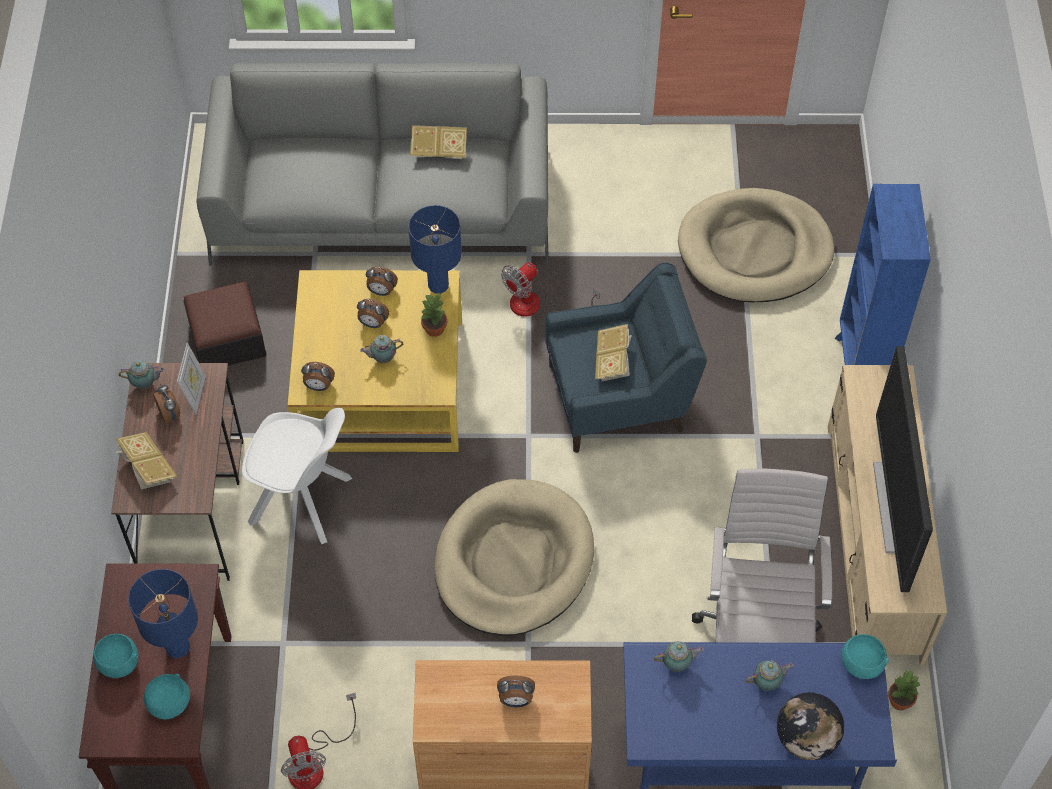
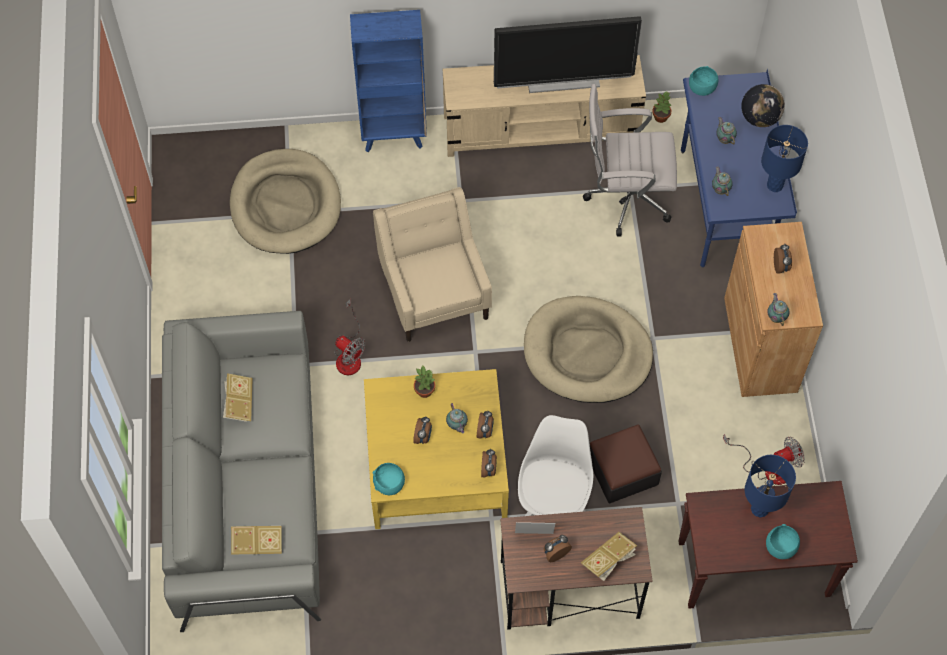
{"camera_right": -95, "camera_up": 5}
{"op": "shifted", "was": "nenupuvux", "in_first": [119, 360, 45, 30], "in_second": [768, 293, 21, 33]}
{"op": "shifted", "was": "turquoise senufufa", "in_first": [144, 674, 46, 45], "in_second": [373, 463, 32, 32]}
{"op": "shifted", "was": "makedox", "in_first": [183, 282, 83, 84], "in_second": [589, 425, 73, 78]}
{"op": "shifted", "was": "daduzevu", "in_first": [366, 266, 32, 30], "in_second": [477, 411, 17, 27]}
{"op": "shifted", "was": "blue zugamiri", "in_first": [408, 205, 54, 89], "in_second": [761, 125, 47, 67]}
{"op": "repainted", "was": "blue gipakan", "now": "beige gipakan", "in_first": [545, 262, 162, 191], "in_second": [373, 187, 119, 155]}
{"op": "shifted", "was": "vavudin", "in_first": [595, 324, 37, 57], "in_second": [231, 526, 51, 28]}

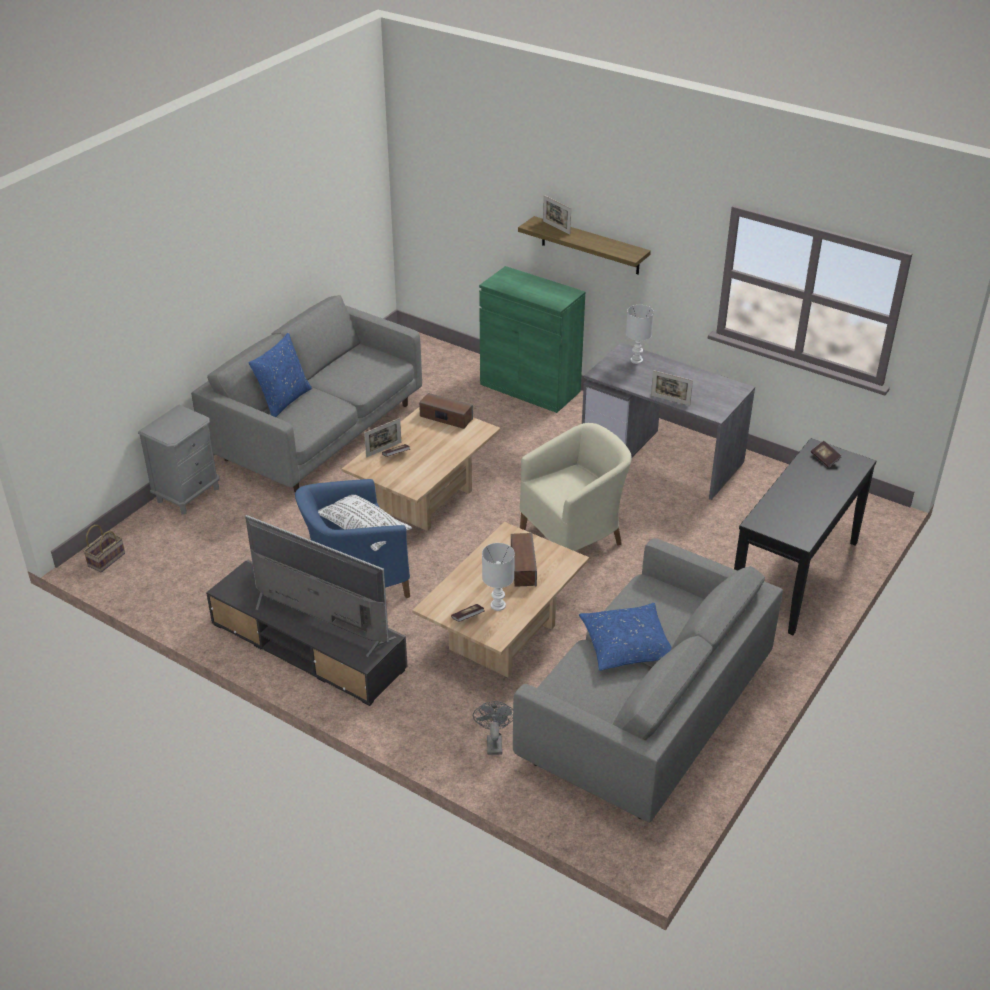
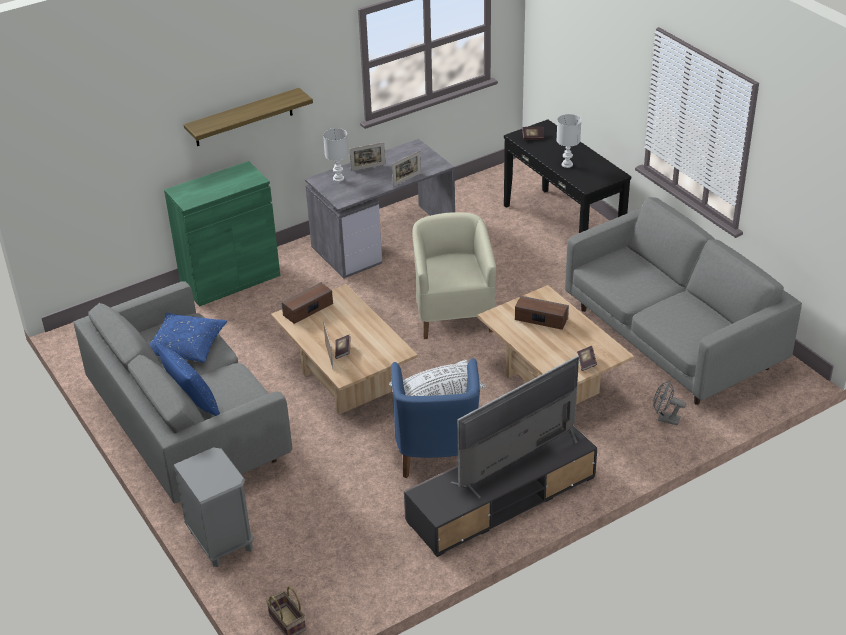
{"camera_right": -65, "camera_up": 0}
{"op": "shifted", "was": "white zugamiri", "in_first": [482, 543, 33, 68], "in_second": [556, 114, 25, 54]}
{"op": "shifted", "was": "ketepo", "in_first": [543, 195, 28, 39], "in_second": [350, 142, 35, 29]}
{"op": "shifted", "was": "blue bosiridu", "in_first": [579, 603, 93, 68], "in_second": [149, 313, 78, 49]}

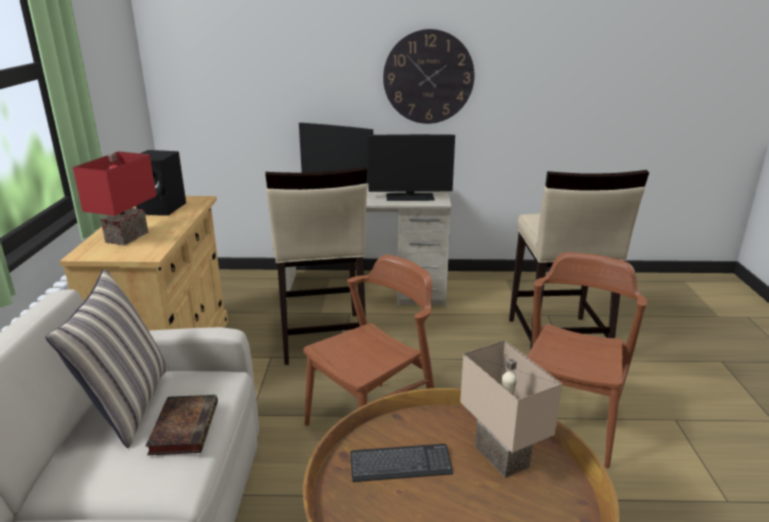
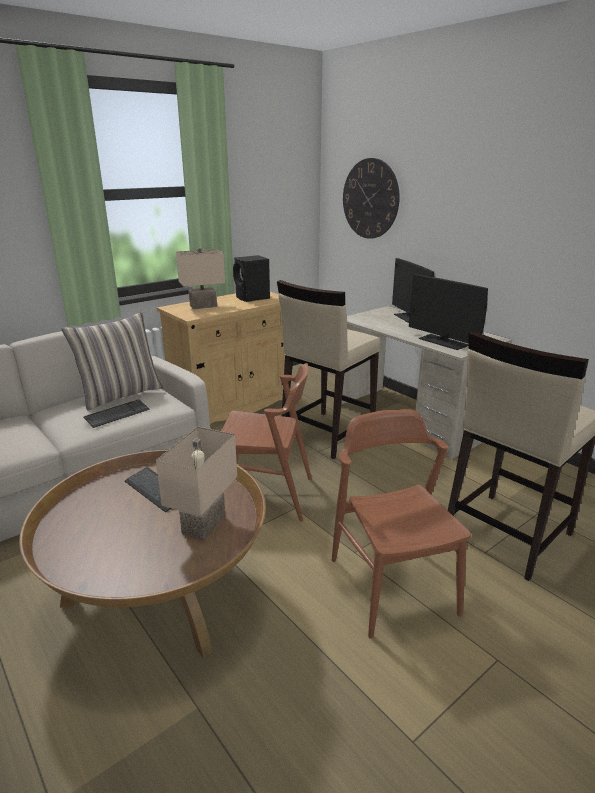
{"camera_right": 50, "camera_up": 0}
{"op": "repainted", "was": "red zugamiri", "now": "beige zugamiri", "in_first": [73, 151, 83, 95], "in_second": [176, 248, 49, 61]}
{"op": "swapped", "was": "vavudin", "now": "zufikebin", "in_first": [145, 395, 73, 60], "in_second": [84, 399, 65, 29]}
{"op": "shifted", "was": "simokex", "in_first": [383, 29, 92, 95], "in_second": [343, 158, 57, 81]}
{"op": "rotated", "was": "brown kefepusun", "in_first": [527, 252, 120, 216], "in_second": [332, 409, 139, 230], "clockwise": -90}

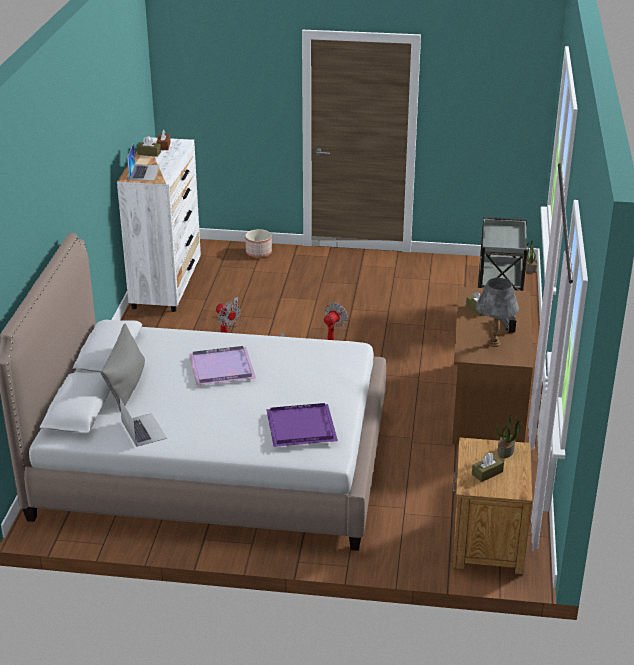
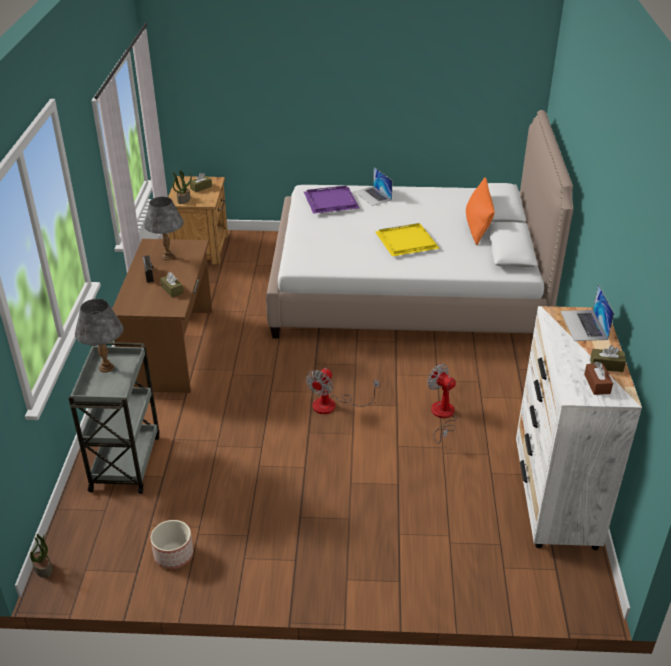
{"camera_right": 175, "camera_up": 5}
{"op": "repainted", "was": "grey bosiridu", "now": "orange bosiridu", "in_first": [101, 324, 44, 87], "in_second": [466, 177, 29, 68]}
{"op": "shifted", "was": "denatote", "in_first": [119, 397, 48, 50], "in_second": [354, 167, 39, 39]}
{"op": "repainted", "was": "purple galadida", "now": "yellow galadida", "in_first": [189, 346, 67, 39], "in_second": [375, 223, 64, 33]}
{"op": "shifted", "was": "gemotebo", "in_first": [245, 229, 27, 29], "in_second": [150, 520, 43, 49]}
{"op": "new", "now": "grey zugamiri", "in_second": [75, 299, 49, 73]}

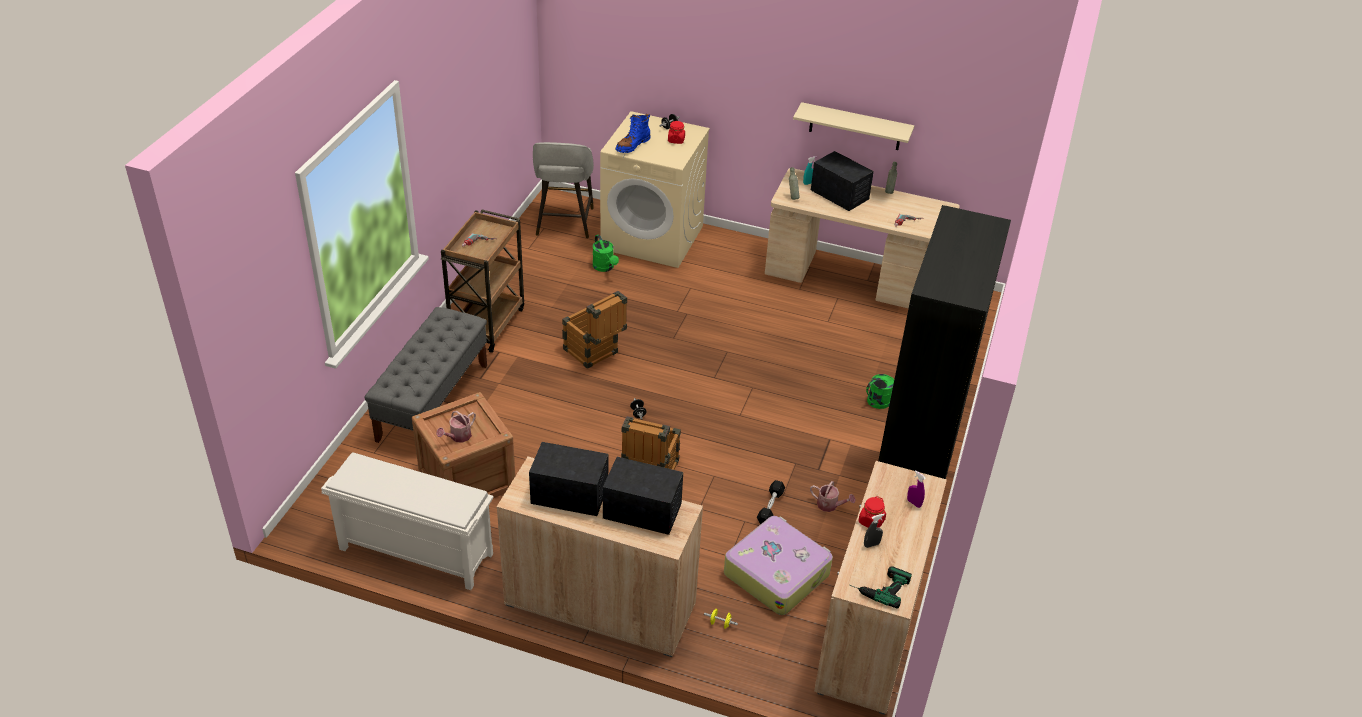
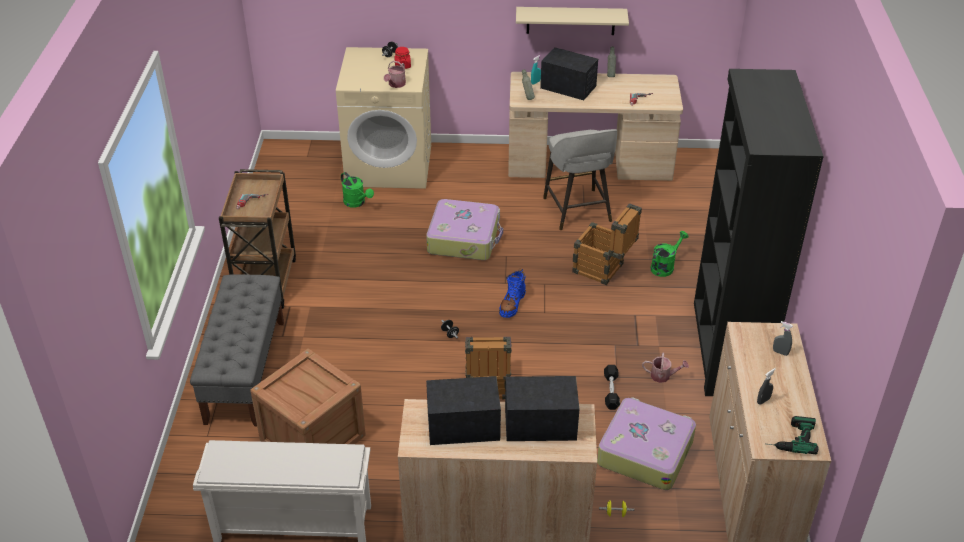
{"camera_right": -15, "camera_up": 0}
{"op": "shifted", "was": "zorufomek", "in_first": [436, 411, 40, 32], "in_second": [384, 61, 22, 27]}
{"op": "shifted", "was": "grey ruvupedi", "in_first": [533, 142, 61, 96], "in_second": [543, 129, 74, 101]}
{"op": "shifted", "was": "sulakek", "in_first": [562, 291, 65, 78], "in_second": [572, 203, 70, 82]}
{"op": "shifted", "was": "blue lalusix", "in_first": [615, 114, 35, 39], "in_second": [499, 269, 27, 49]}
{"op": "gone", "was": "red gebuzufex", "in_first": [858, 496, 28, 32]}
{"op": "repainted", "was": "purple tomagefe", "now": "grey tomagefe", "in_first": [907, 470, 19, 38], "in_second": [773, 321, 20, 35]}
{"op": "new", "now": "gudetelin", "in_second": [426, 199, 77, 61]}

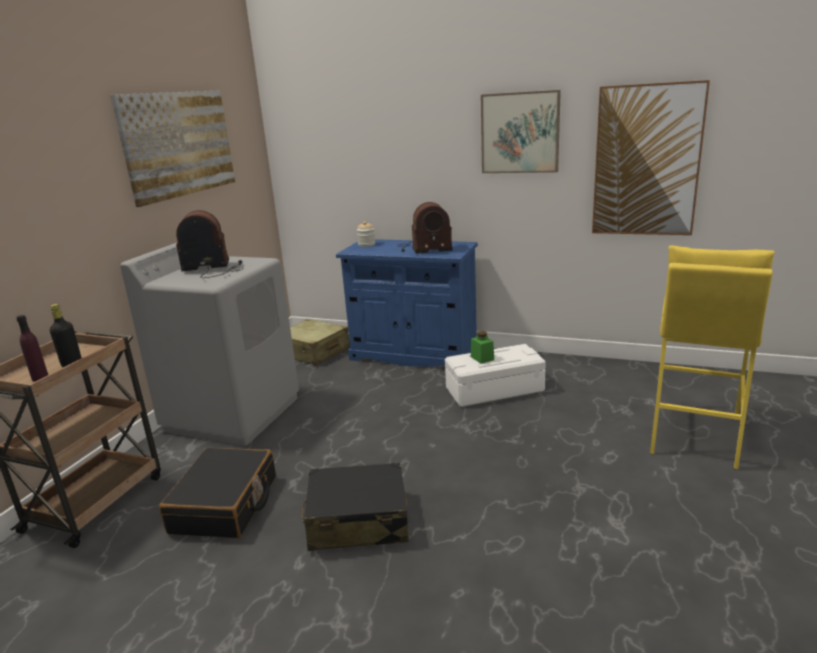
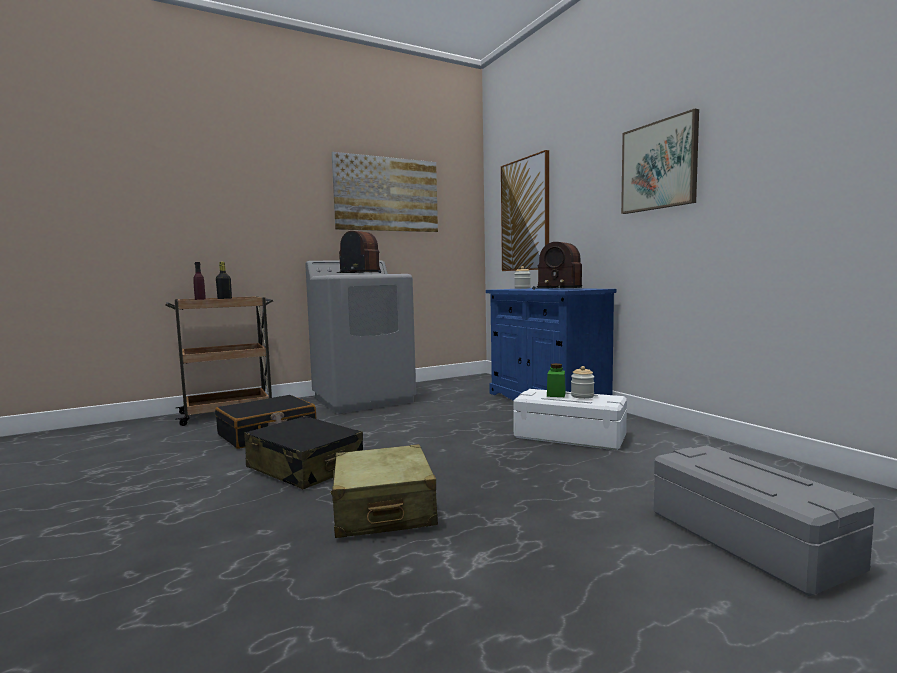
{"camera_right": 40, "camera_up": -15}
{"op": "shifted", "was": "beige gudetelin", "in_first": [290, 319, 60, 47], "in_second": [331, 444, 107, 94]}
{"op": "shifted", "was": "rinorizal", "in_first": [592, 80, 118, 155], "in_second": [501, 150, 48, 121]}
{"op": "swapped", "was": "yellow ruvupedi", "now": "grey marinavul", "in_first": [650, 245, 125, 225], "in_second": [654, 445, 221, 151]}
{"op": "new", "now": "gebuzufex", "in_second": [571, 366, 24, 33]}

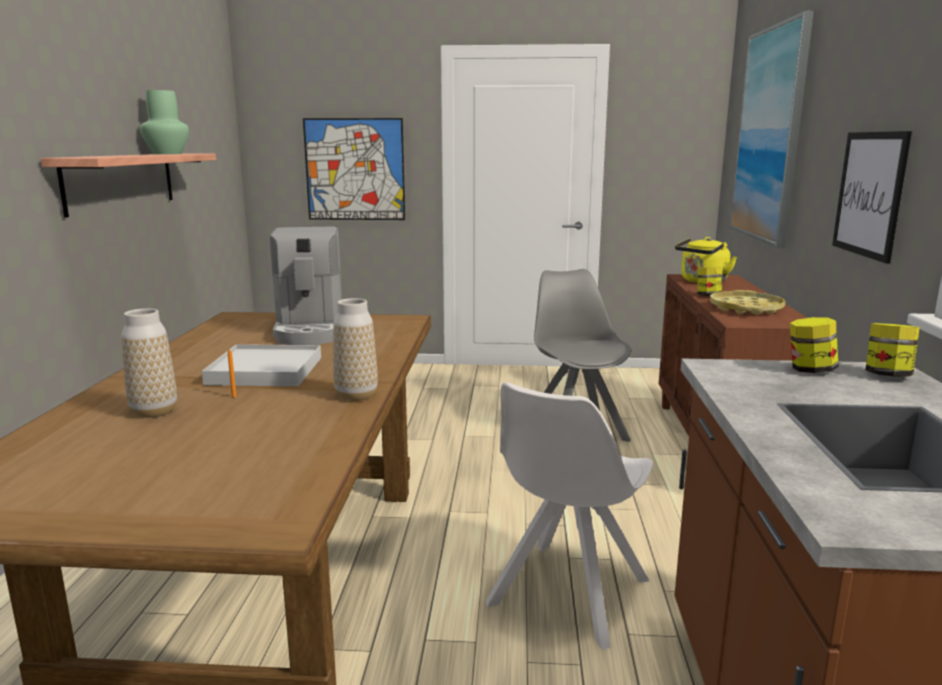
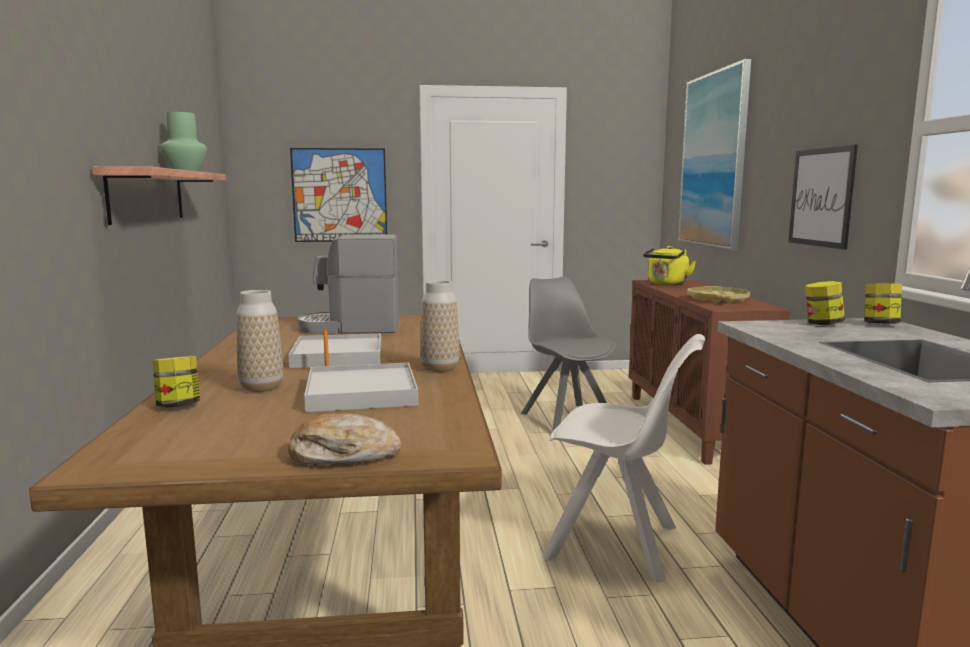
{"camera_right": -10, "camera_up": -5}
{"op": "rotated", "was": "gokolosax", "in_first": [270, 226, 72, 119], "in_second": [298, 235, 101, 99], "clockwise": 105}
{"op": "rotated", "was": "white kefepusun", "in_first": [486, 382, 167, 268], "in_second": [542, 334, 163, 249], "clockwise": -90}
{"op": "shifted", "was": "gebuzufex", "in_first": [697, 267, 25, 29], "in_second": [152, 356, 48, 51]}
{"op": "new", "now": "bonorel", "in_second": [288, 413, 113, 52]}
{"op": "new", "now": "white galadida", "in_second": [304, 362, 114, 50]}

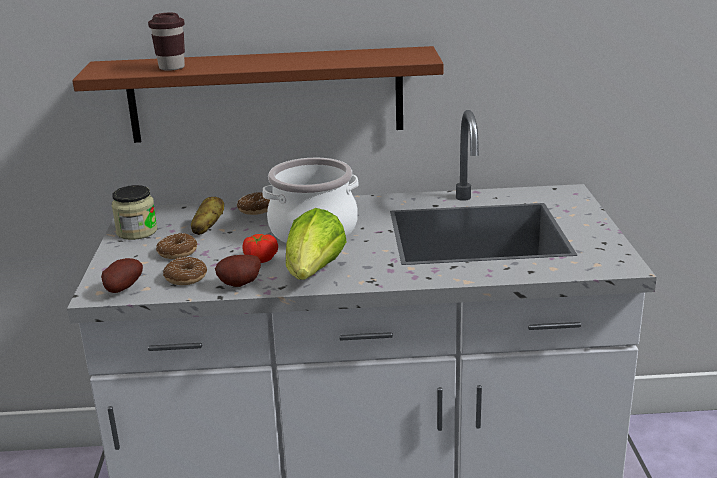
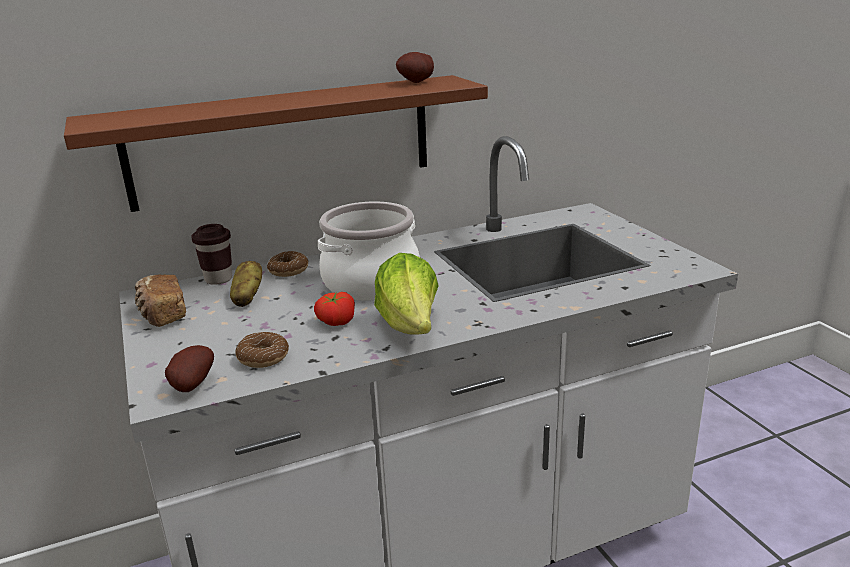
{"camera_right": -20, "camera_up": 0}
{"op": "swapped", "was": "gebuzufex", "now": "bonorel", "in_first": [112, 185, 45, 55], "in_second": [135, 274, 51, 53]}
{"op": "shifted", "was": "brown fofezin", "in_first": [148, 13, 37, 58], "in_second": [191, 224, 41, 61]}
{"op": "gone", "was": "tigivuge", "in_first": [156, 233, 41, 26]}
{"op": "shifted", "was": "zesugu", "in_first": [215, 255, 46, 32], "in_second": [396, 52, 38, 31]}

